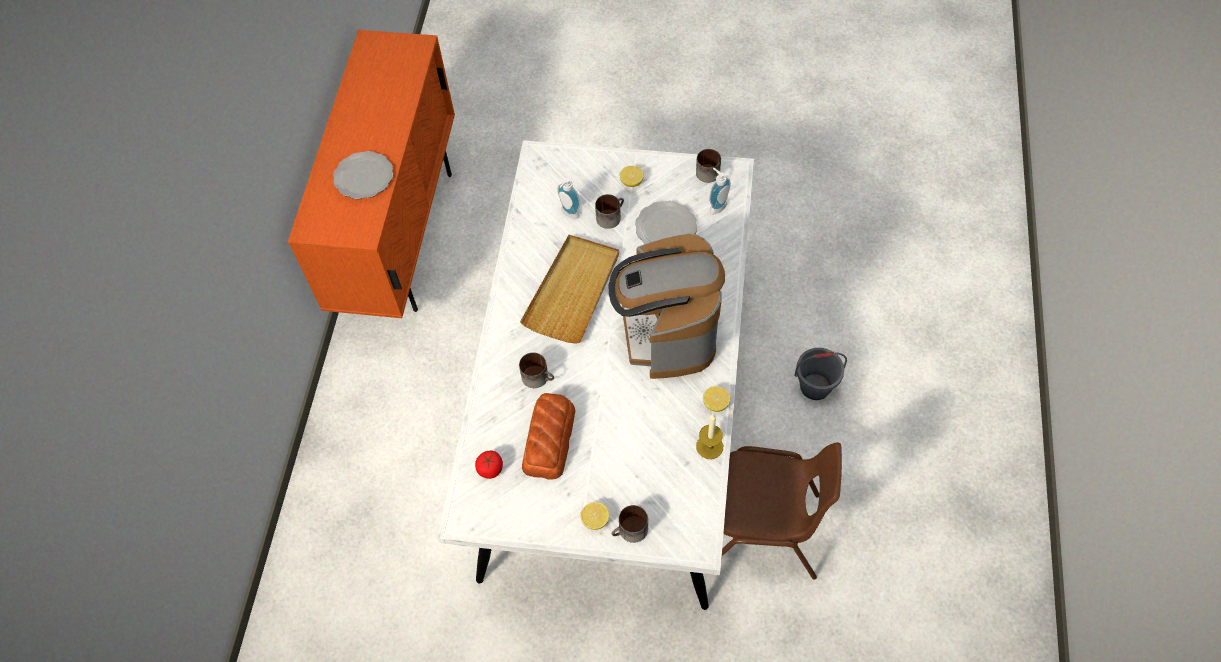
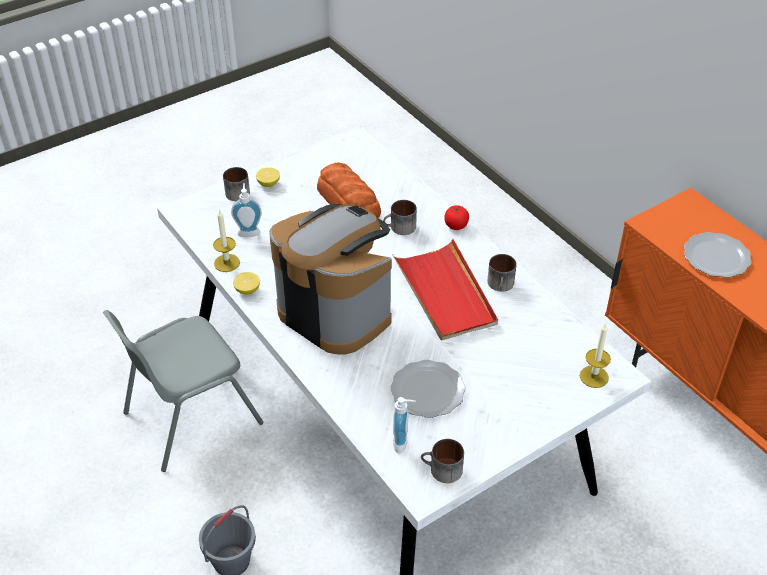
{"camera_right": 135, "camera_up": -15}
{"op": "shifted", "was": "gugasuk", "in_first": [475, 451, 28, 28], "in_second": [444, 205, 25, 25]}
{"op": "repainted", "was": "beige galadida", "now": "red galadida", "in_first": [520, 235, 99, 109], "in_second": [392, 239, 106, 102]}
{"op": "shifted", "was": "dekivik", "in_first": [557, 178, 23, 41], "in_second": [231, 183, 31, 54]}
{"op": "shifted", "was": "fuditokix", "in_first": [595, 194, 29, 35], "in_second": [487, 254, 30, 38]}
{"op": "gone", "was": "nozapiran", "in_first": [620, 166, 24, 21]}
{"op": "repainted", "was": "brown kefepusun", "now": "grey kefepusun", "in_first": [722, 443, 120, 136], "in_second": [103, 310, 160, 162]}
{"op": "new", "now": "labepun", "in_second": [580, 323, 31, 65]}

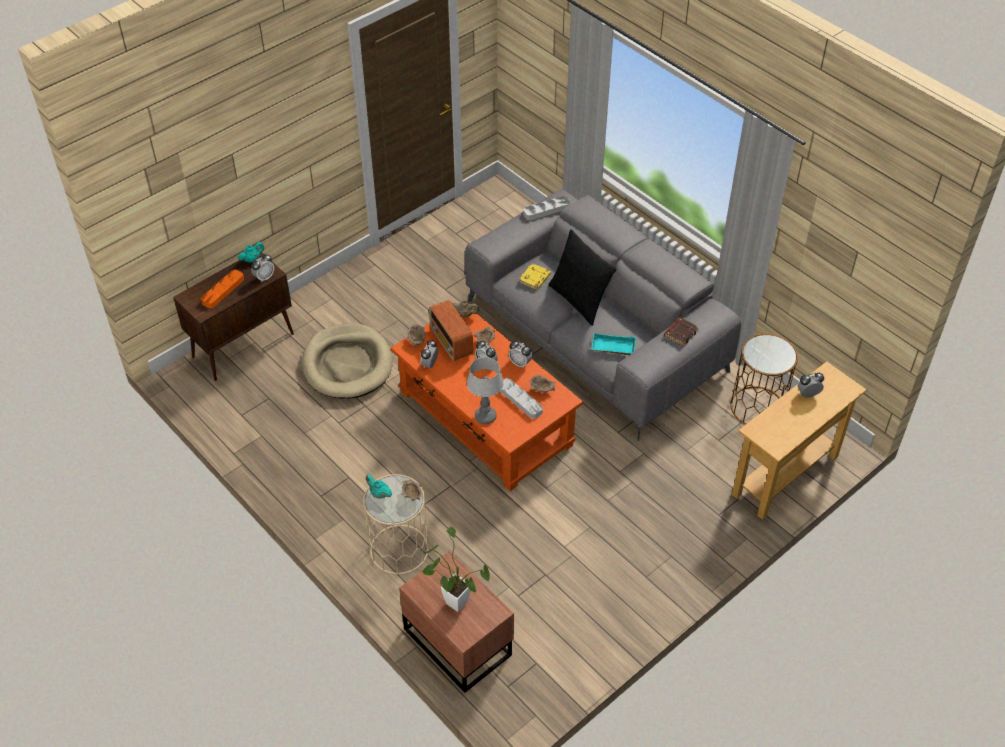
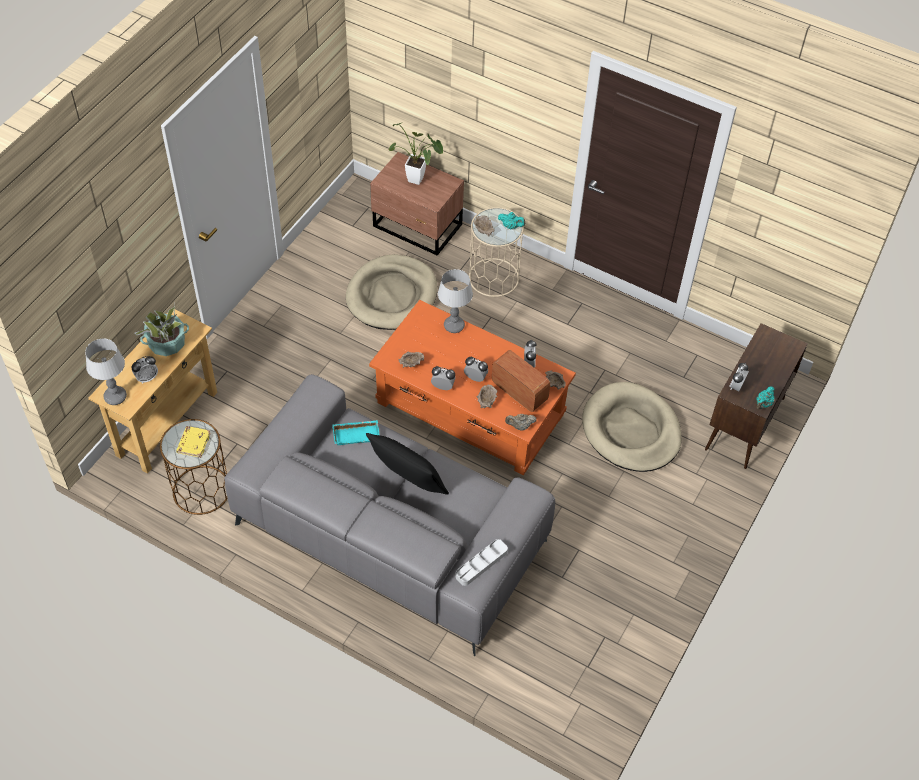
{"camera_right": 160, "camera_up": 5}
{"op": "gone", "was": "orange galadida", "in_first": [201, 270, 43, 39]}
{"op": "gone", "was": "grey galadida", "in_first": [500, 378, 43, 41]}
{"op": "shifted", "was": "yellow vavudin", "in_first": [519, 263, 32, 27], "in_second": [176, 426, 35, 32]}
{"op": "gone", "was": "brown vavudin", "in_first": [664, 317, 35, 30]}
{"op": "new", "now": "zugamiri", "in_second": [85, 338, 42, 67]}
{"op": "new", "now": "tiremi", "in_second": [135, 307, 54, 49]}
{"op": "new", "now": "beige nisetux", "in_second": [346, 254, 91, 76]}

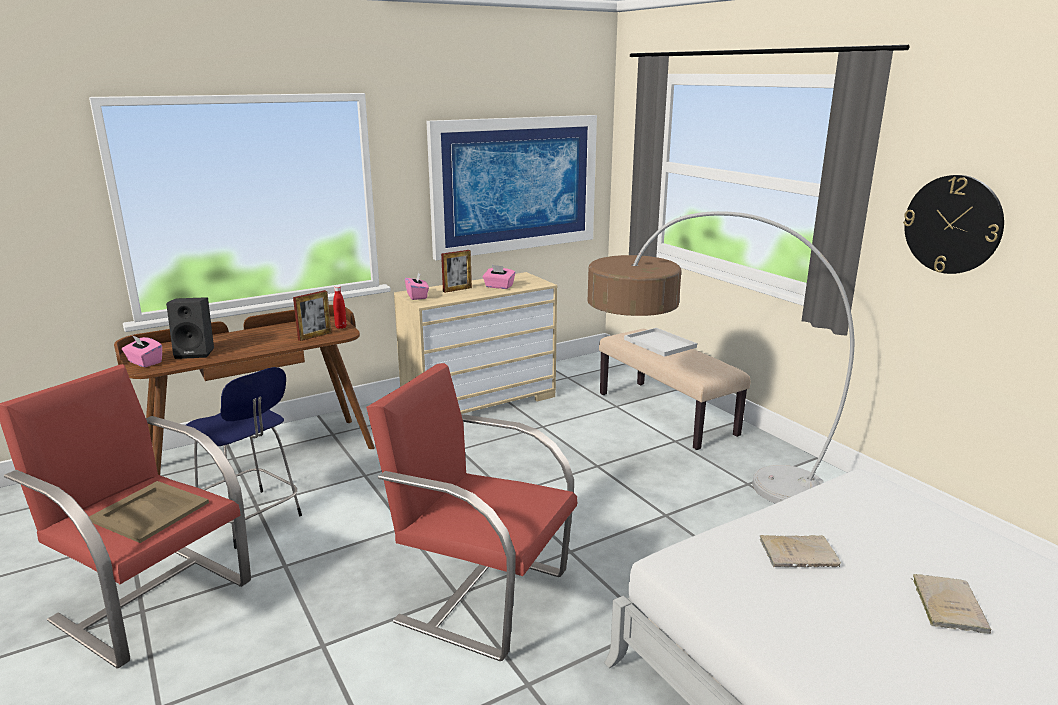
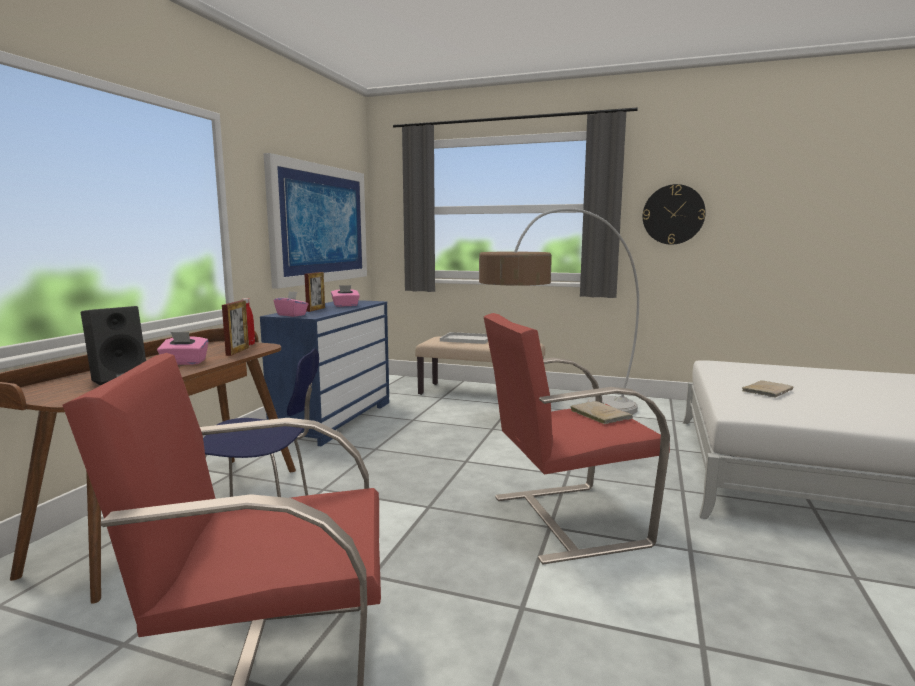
{"camera_right": -40, "camera_up": -10}
{"op": "gone", "was": "beige galadida", "in_first": [89, 481, 120, 62]}
{"op": "shifted", "was": "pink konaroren", "in_first": [122, 335, 40, 32], "in_second": [157, 332, 51, 33]}
{"op": "repainted", "was": "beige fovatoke", "now": "blue fovatoke", "in_first": [394, 272, 163, 142], "in_second": [260, 300, 129, 146]}
{"op": "shifted", "was": "beige vavudin", "in_first": [913, 574, 78, 60], "in_second": [570, 401, 63, 23]}

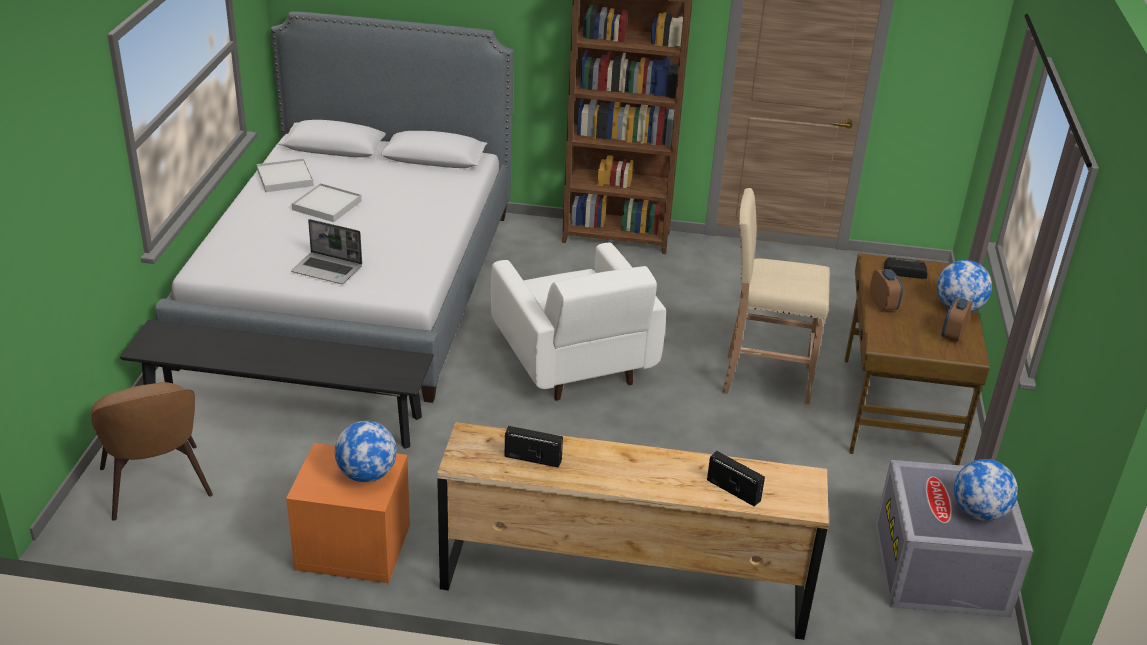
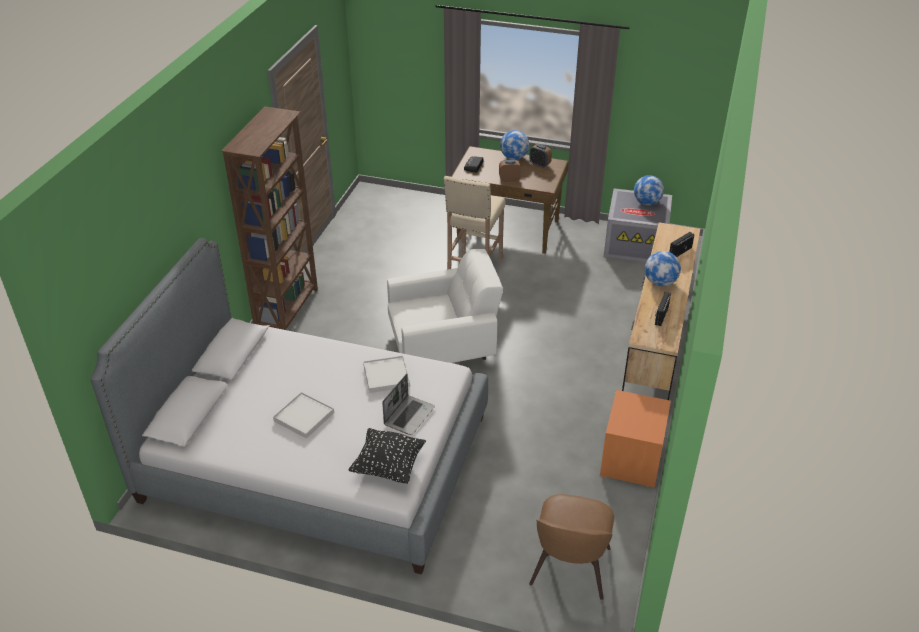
{"camera_right": -80, "camera_up": 5}
{"op": "rotated", "was": "brown kefepusun", "in_first": [90, 382, 123, 139], "in_second": [529, 494, 85, 106], "clockwise": 120}
{"op": "gone", "was": "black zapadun", "in_first": [120, 320, 314, 129]}
{"op": "shifted", "was": "white galadida", "in_first": [257, 158, 57, 34], "in_second": [363, 356, 47, 37]}
{"op": "shifted", "was": "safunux", "in_first": [335, 421, 62, 61], "in_second": [645, 251, 36, 35]}
{"op": "new", "now": "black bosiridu", "in_second": [349, 428, 77, 56]}

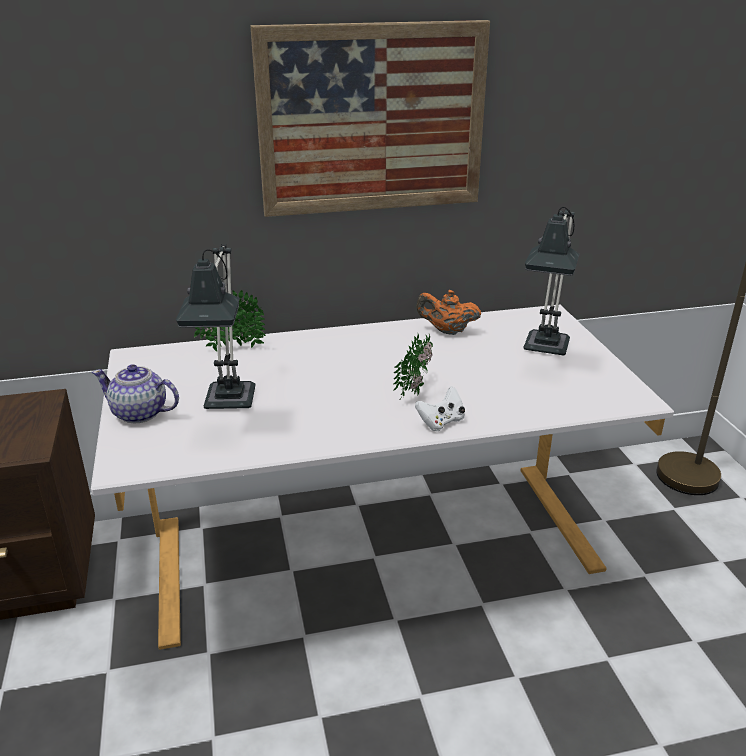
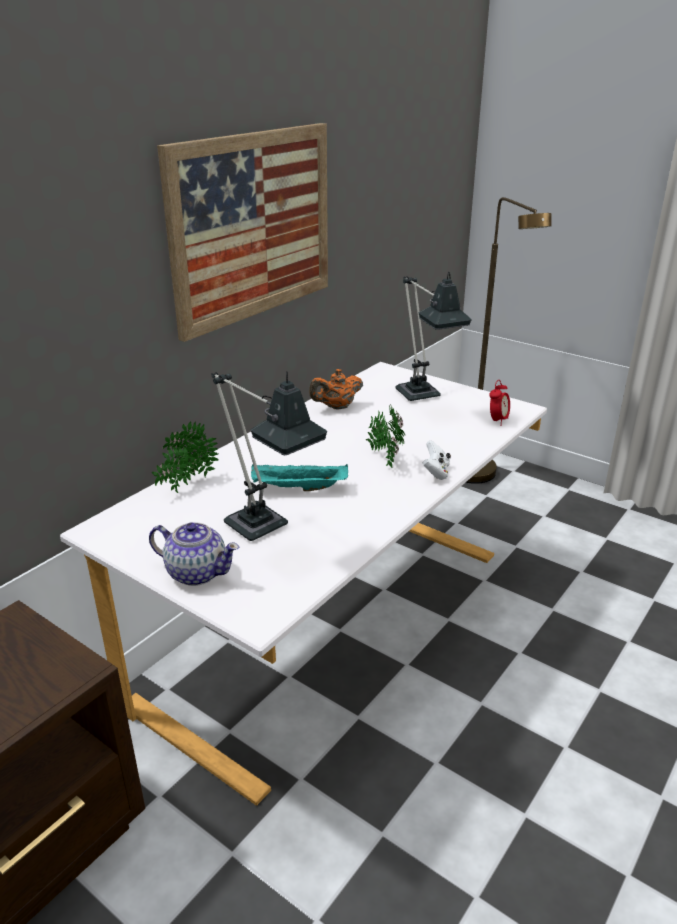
{"camera_right": -40, "camera_up": 0}
{"op": "rotated", "was": "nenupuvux", "in_first": [92, 364, 87, 60], "in_second": [149, 522, 90, 64], "clockwise": -135}
{"op": "new", "now": "turquoise galadida", "in_second": [251, 464, 97, 27]}
{"op": "new", "now": "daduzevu", "in_second": [490, 380, 20, 46]}

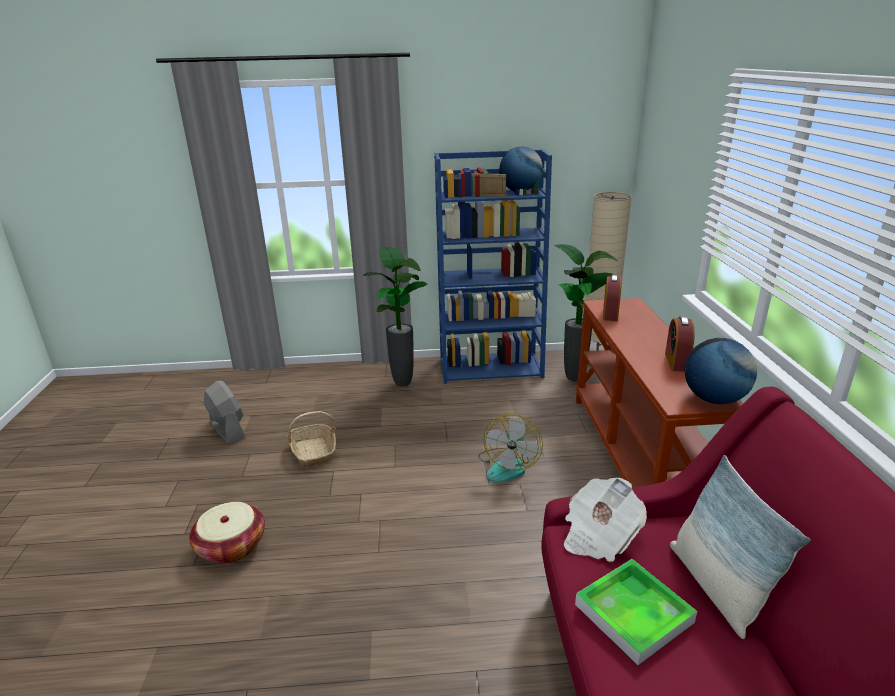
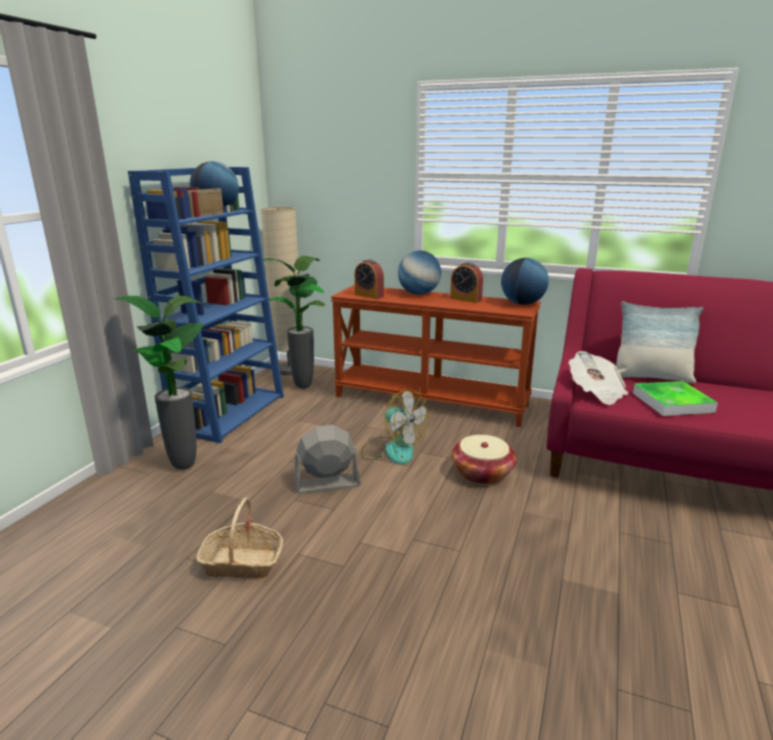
{"camera_right": -65, "camera_up": -5}
{"op": "shifted", "was": "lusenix", "in_first": [189, 502, 76, 62], "in_second": [452, 435, 64, 49]}
{"op": "shifted", "was": "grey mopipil", "in_first": [204, 381, 41, 63], "in_second": [295, 425, 66, 69]}
{"op": "new", "now": "safunux", "in_second": [398, 251, 43, 44]}

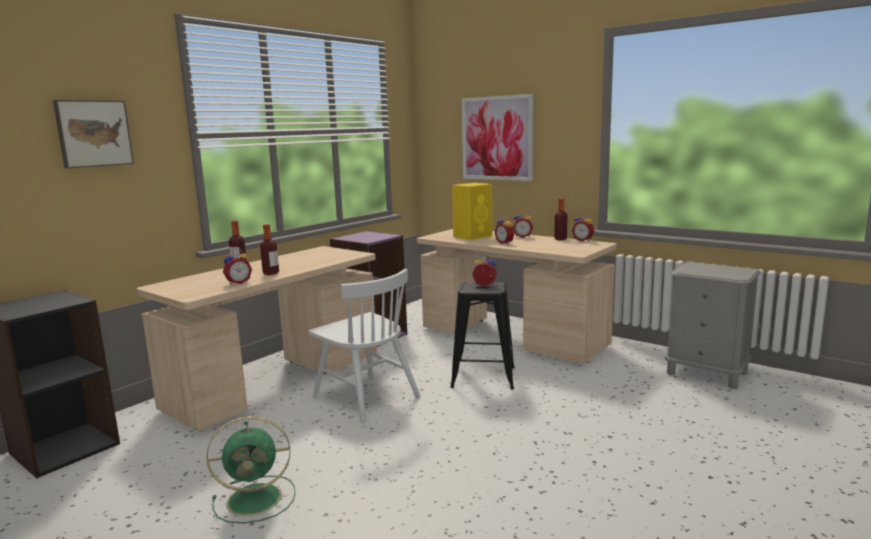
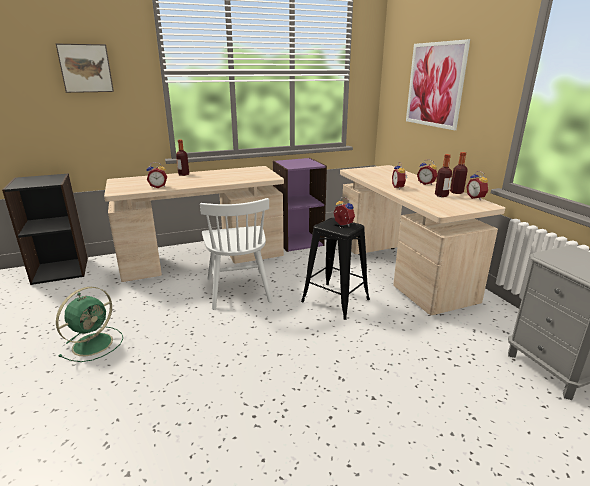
{"camera_right": 30, "camera_up": 10}
{"op": "rotated", "was": "green mopipil", "in_first": [206, 416, 90, 107], "in_second": [56, 287, 67, 75], "clockwise": -75}
{"op": "shifted", "was": "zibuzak", "in_first": [260, 224, 19, 51], "in_second": [435, 154, 17, 43]}
{"op": "gone", "was": "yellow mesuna", "in_first": [452, 183, 40, 57]}

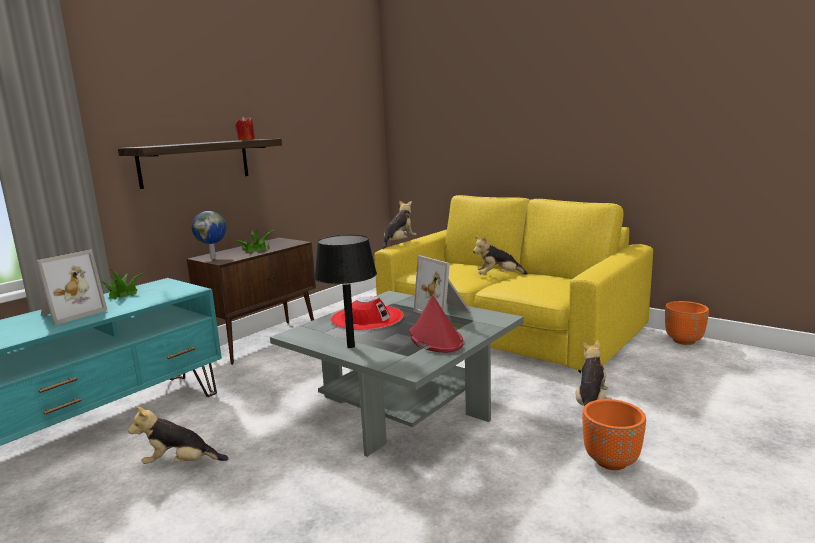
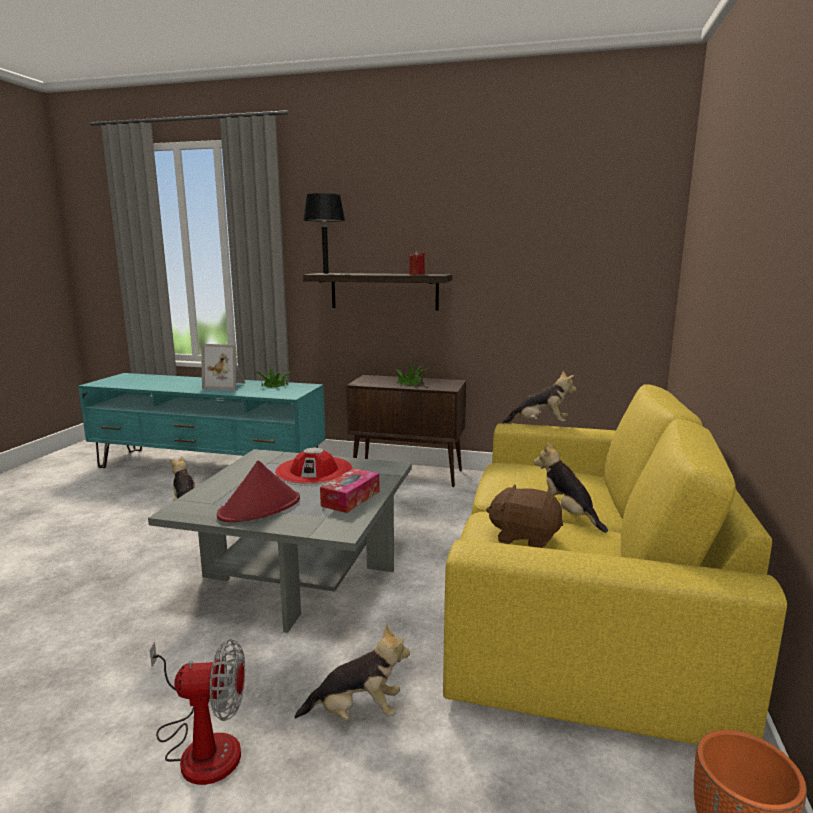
{"camera_right": 65, "camera_up": 0}
{"op": "gone", "was": "safunux", "in_first": [192, 211, 34, 48]}
{"op": "shifted", "was": "black zugamiri", "in_first": [314, 235, 63, 113], "in_second": [303, 193, 42, 81]}
{"op": "swapped", "was": "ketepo", "now": "konaroren", "in_first": [414, 255, 56, 59], "in_second": [320, 468, 60, 45]}
{"op": "swapped", "was": "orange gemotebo", "now": "mopipil", "in_first": [582, 399, 64, 71], "in_second": [149, 639, 96, 146]}
{"op": "new", "now": "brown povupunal", "in_second": [486, 485, 77, 63]}

